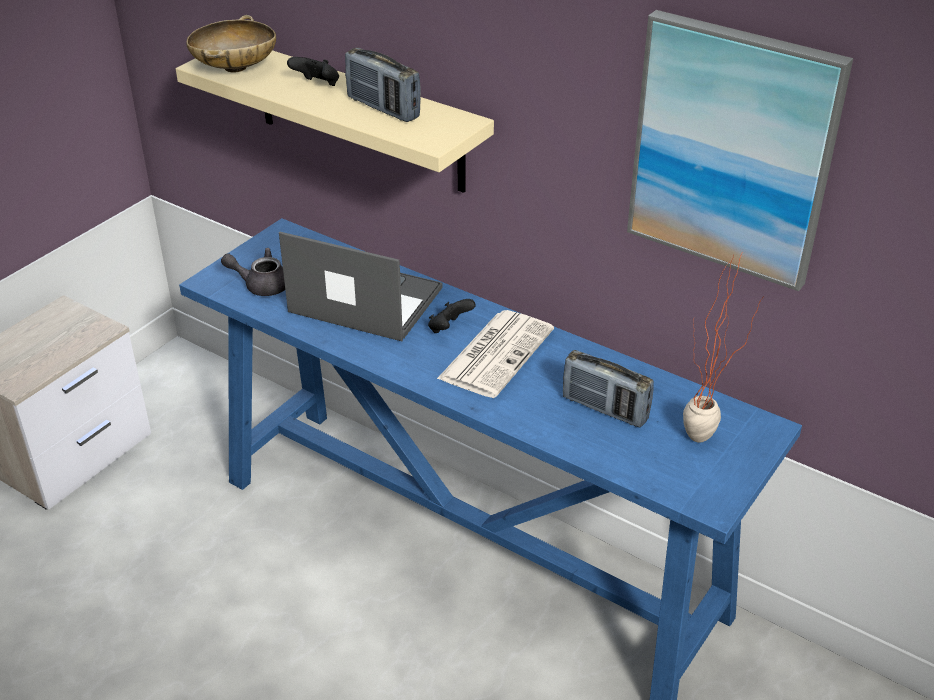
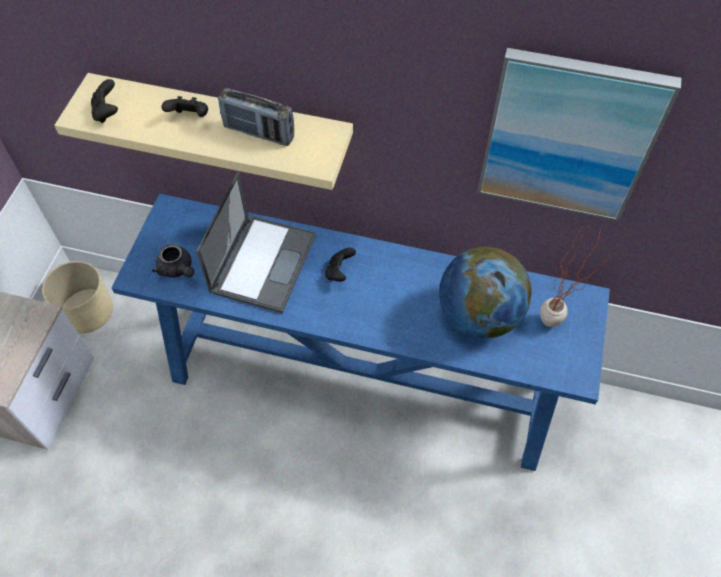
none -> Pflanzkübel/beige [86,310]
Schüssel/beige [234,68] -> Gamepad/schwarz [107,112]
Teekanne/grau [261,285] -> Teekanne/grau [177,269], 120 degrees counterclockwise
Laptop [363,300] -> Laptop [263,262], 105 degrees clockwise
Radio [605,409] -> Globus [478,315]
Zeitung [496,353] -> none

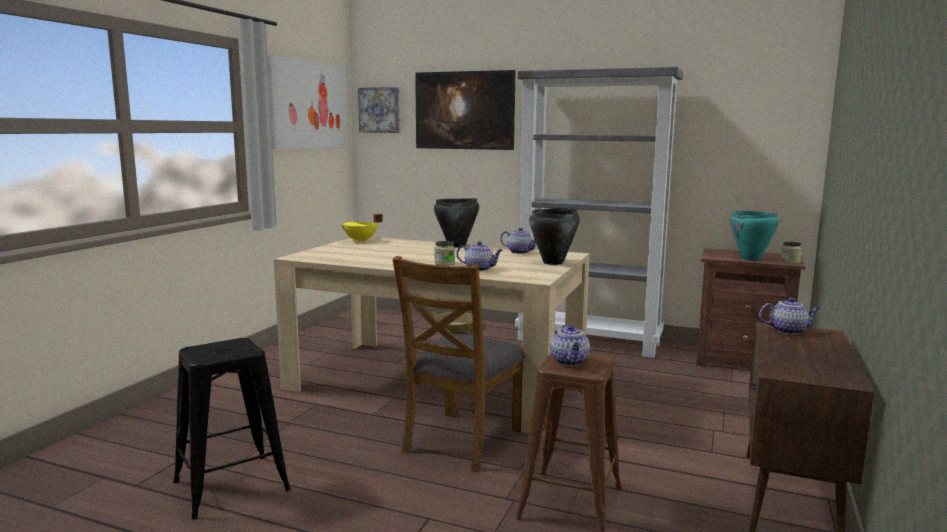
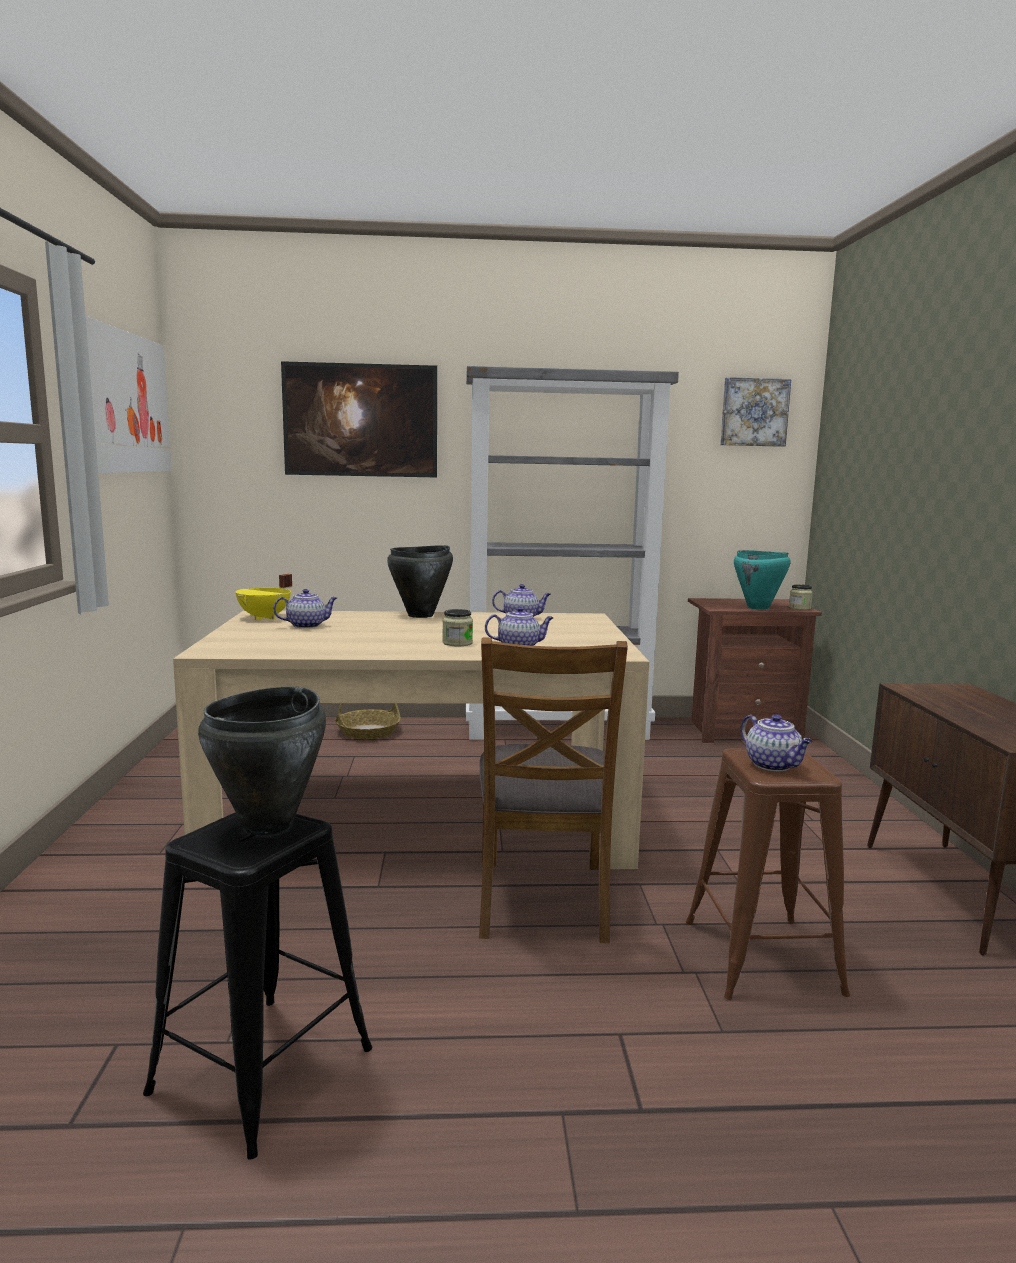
Kochtopf/schwarz [553,263] -> Kochtopf/schwarz [269,825], shifted
Teekanne [788,330] -> Teekanne [307,625], shifted
Bild [380,110] -> Bild [754,412], shifted

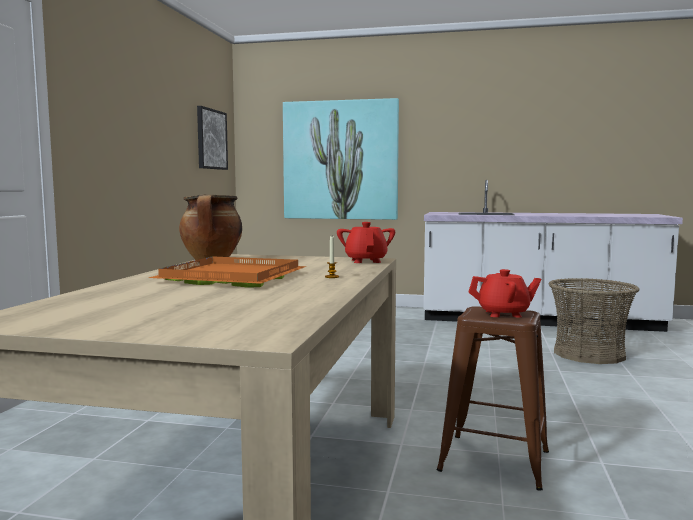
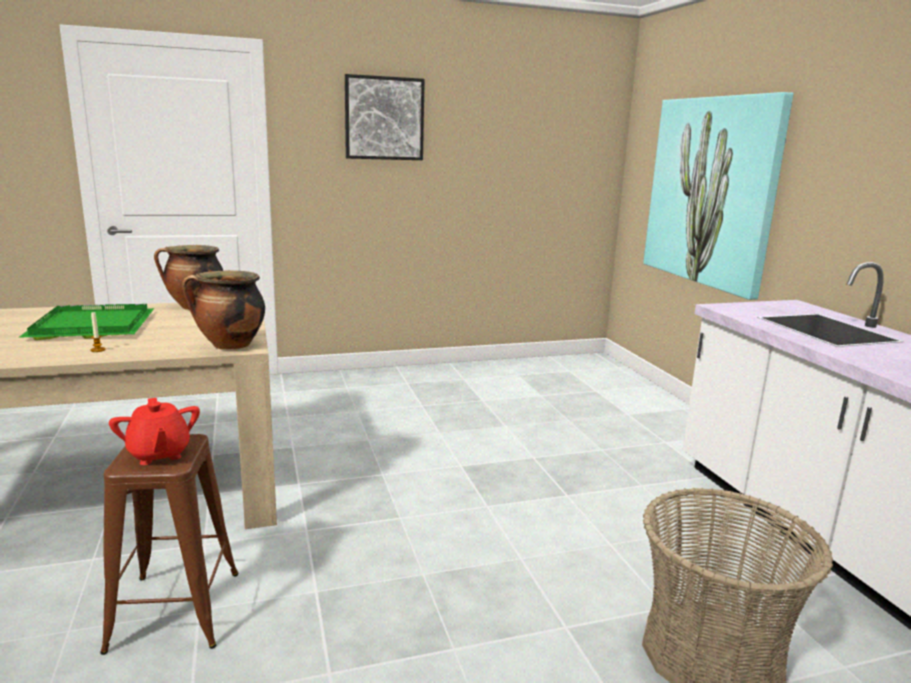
Tablett/orange [233,277] -> Tablett/grün [90,326]
Teekanne/rot [366,261] -> Kochtopf [229,346]
Bild [211,139] -> Bild [384,118], shifted

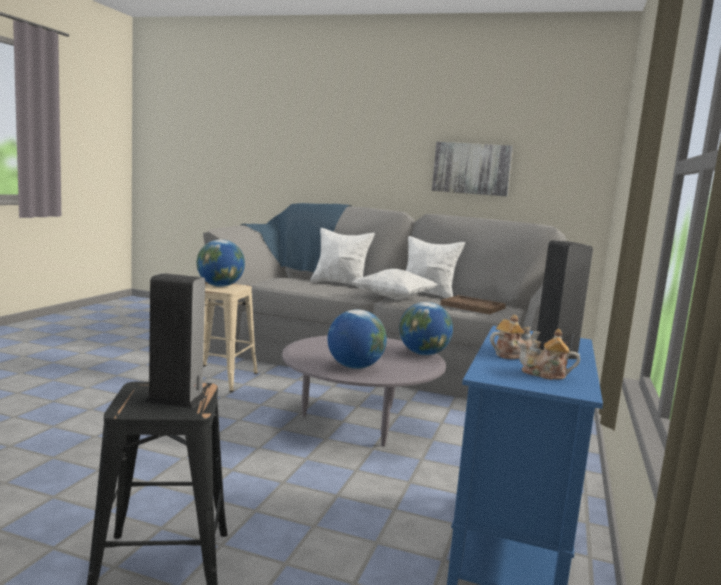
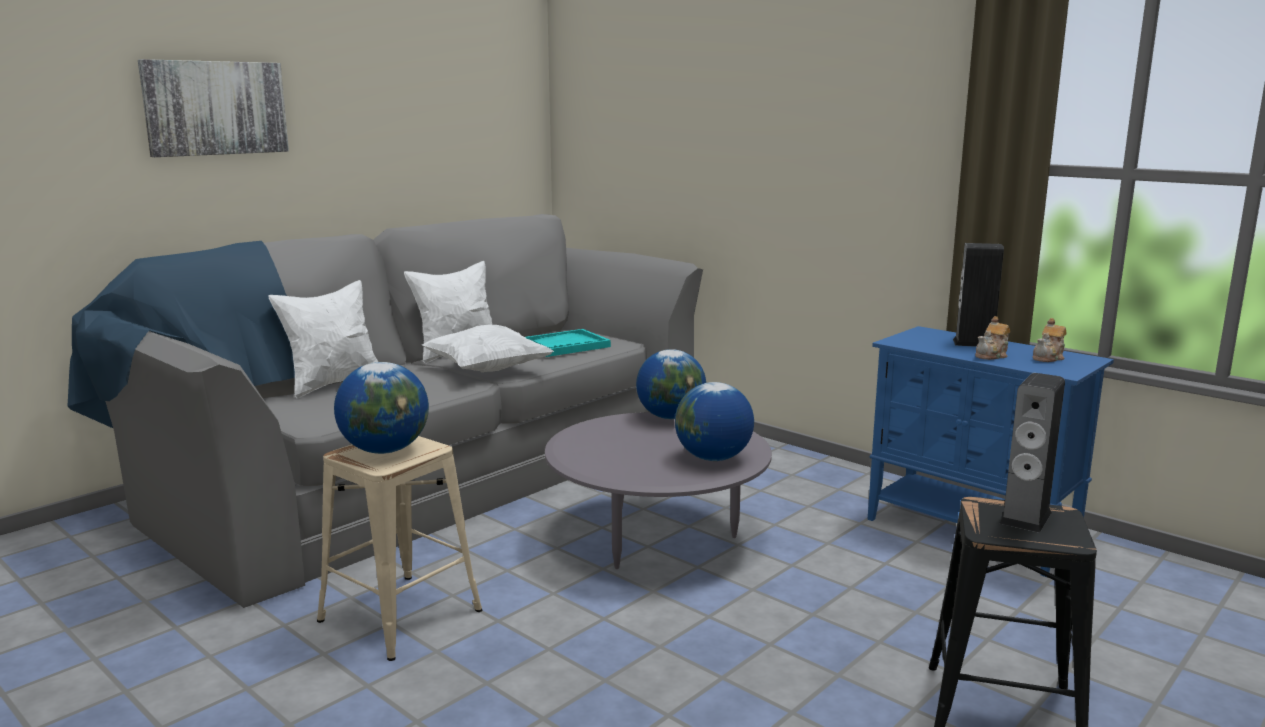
Bild [471,168] -> Bild [215,108], shifted
Tablett/braun [472,306] -> Tablett/türkis [565,345]
Teekanne [512,355] -> Teekanne [992,356], 135 degrees counterclockwise

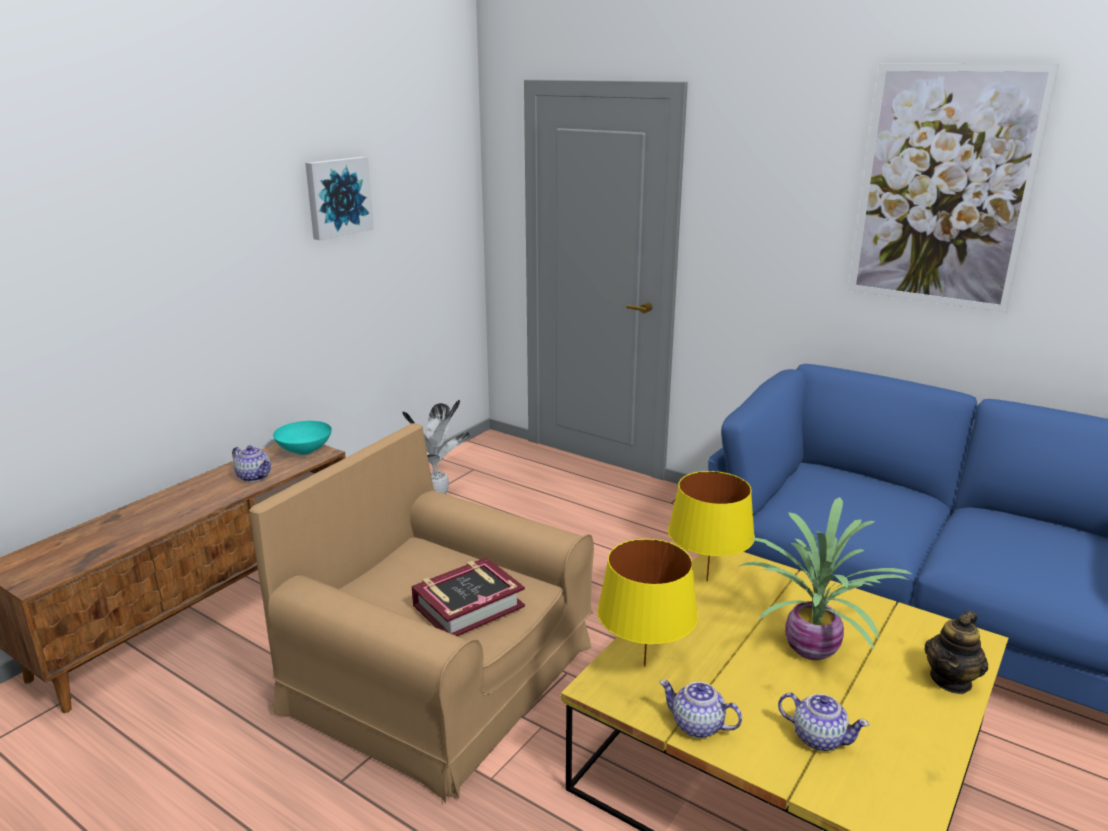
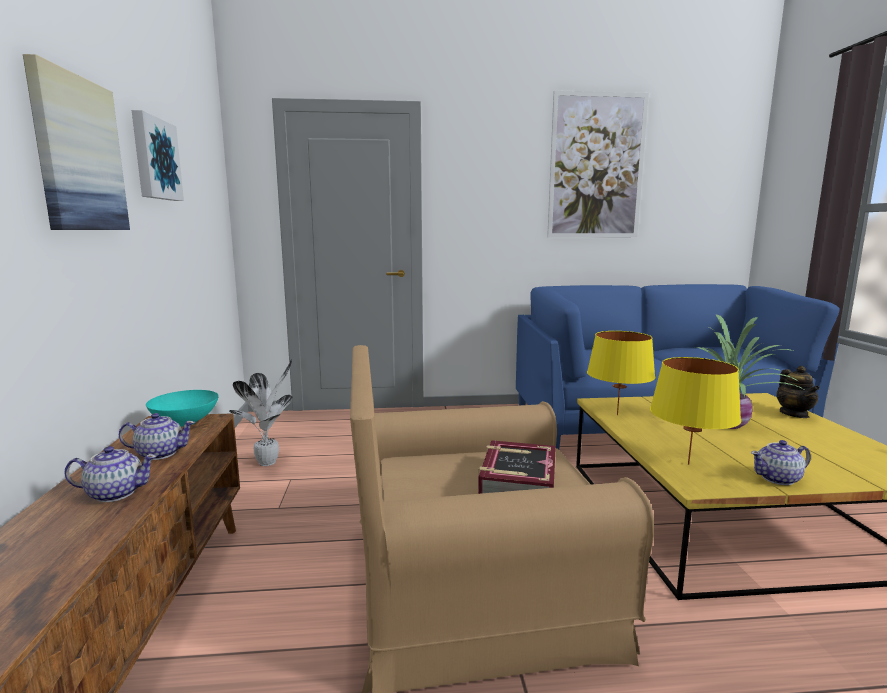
none -> Bild [78,154]
Teekanne [818,737] -> Teekanne [115,493], shifted

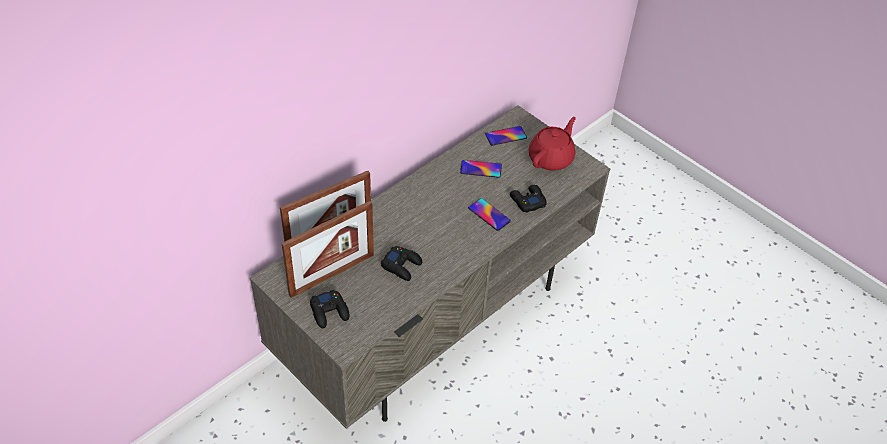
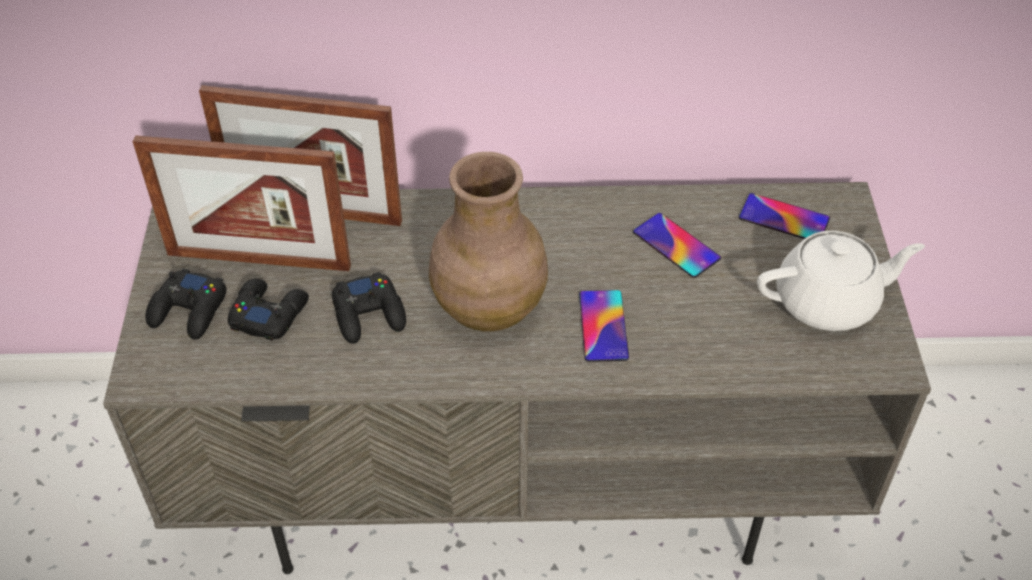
Gamepad/schwarz [527,201] -> Gamepad/schwarz [268,314], shifted
none -> Vase/braun [488,307]
Teekanne/rot [551,158] -> Teekanne/weiß [828,302]

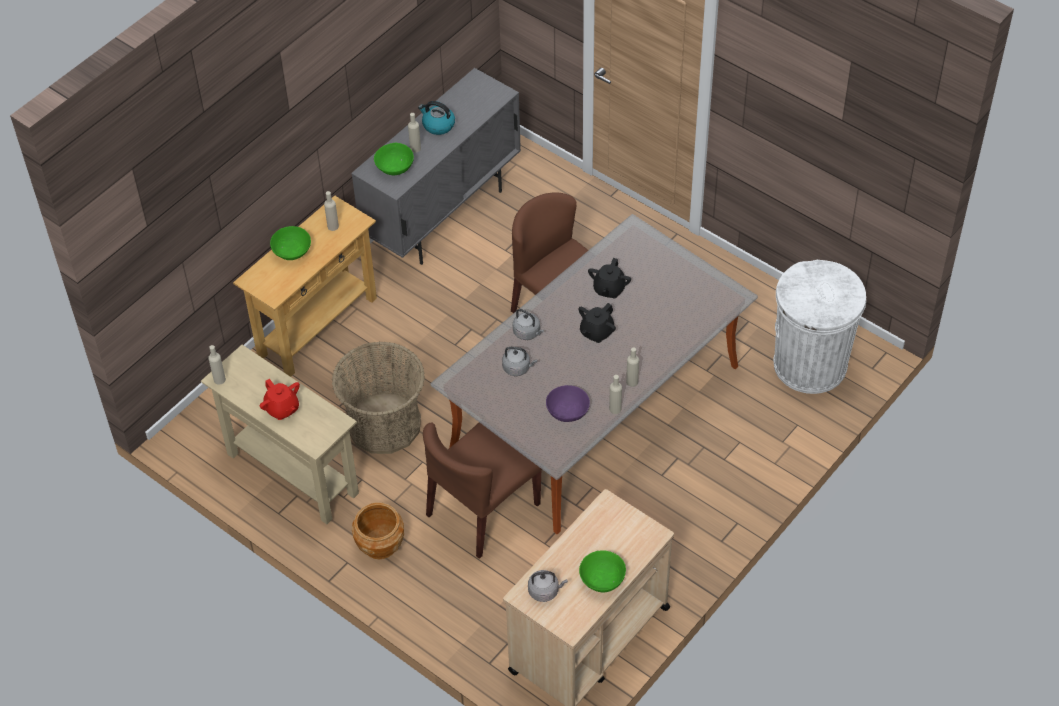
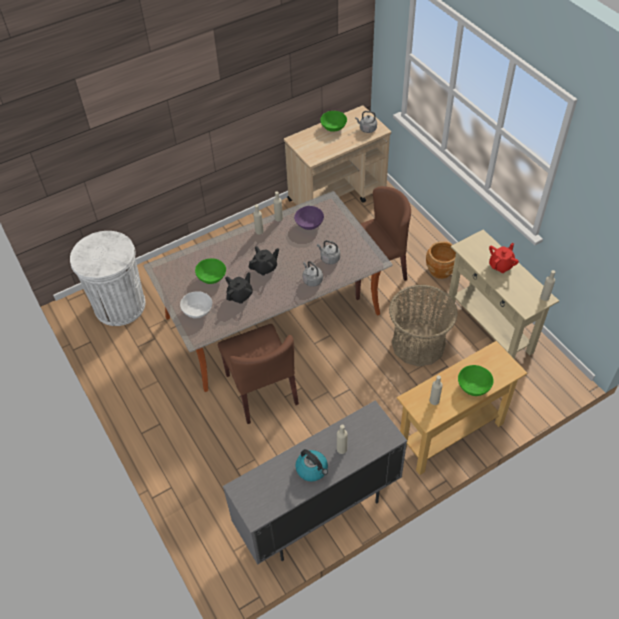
none -> Schüssel/weiß [197,310]
Schüssel/grün [394,167] -> Schüssel/grün [211,277], shifted
Teekanne/rot [282,409] -> Teekanne/rot [501,265], 60 degrees clockwise

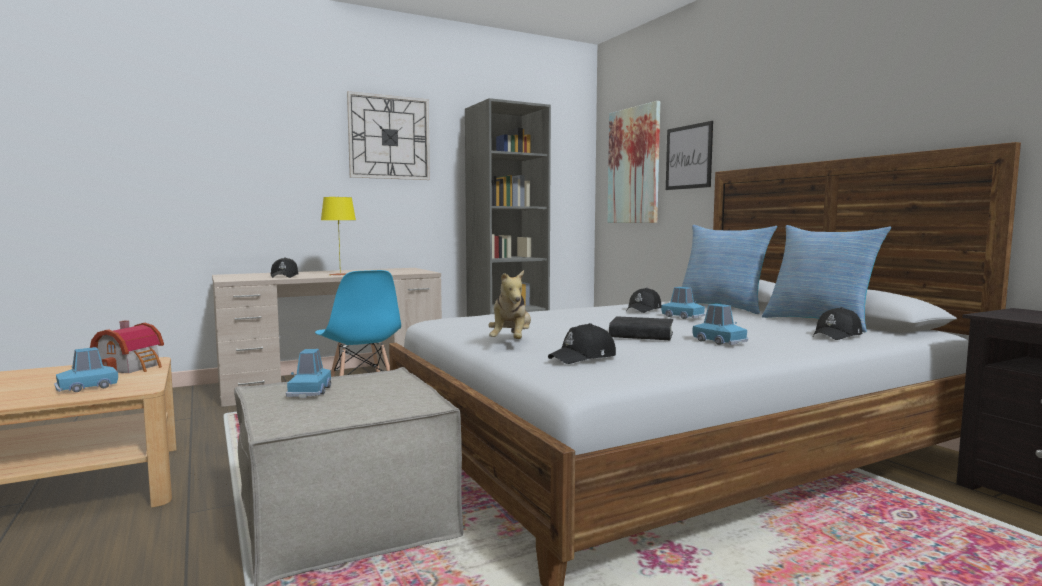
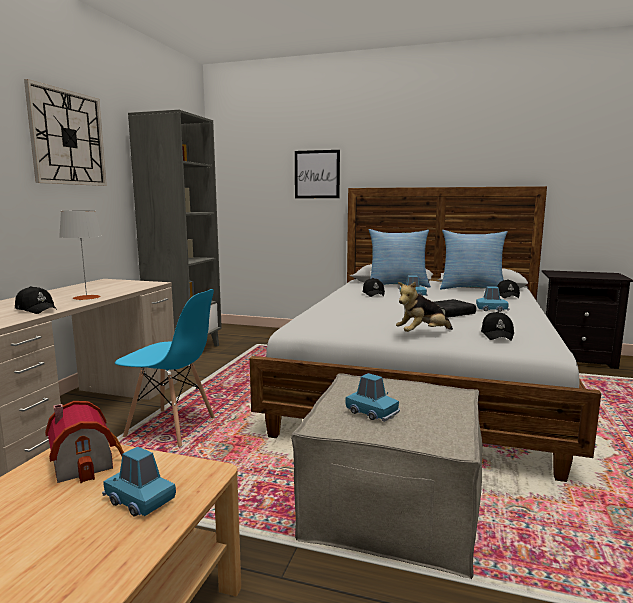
Tischlampe/gelb [340,274] -> Tischlampe/grau [86,297]
Spielzeugauto/blau [87,387] -> Spielzeugauto/blau [139,499], 120 degrees clockwise
Plüschtier [511,342] -> Plüschtier [422,334], 105 degrees clockwise
Bild [634,165] -> none

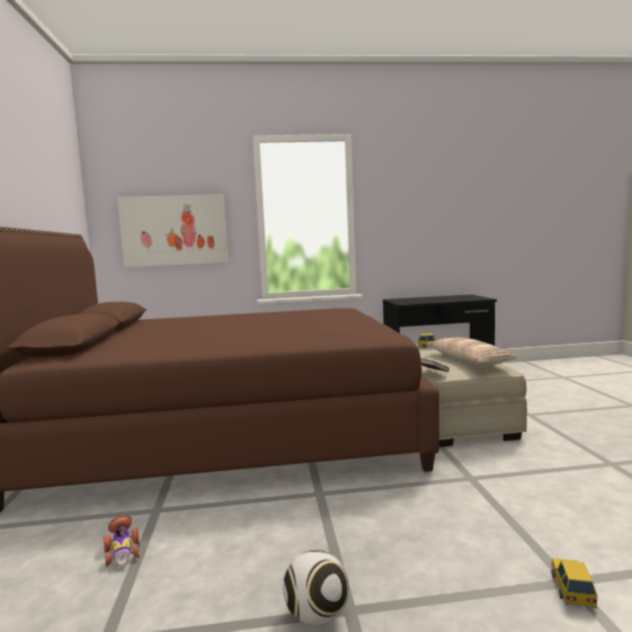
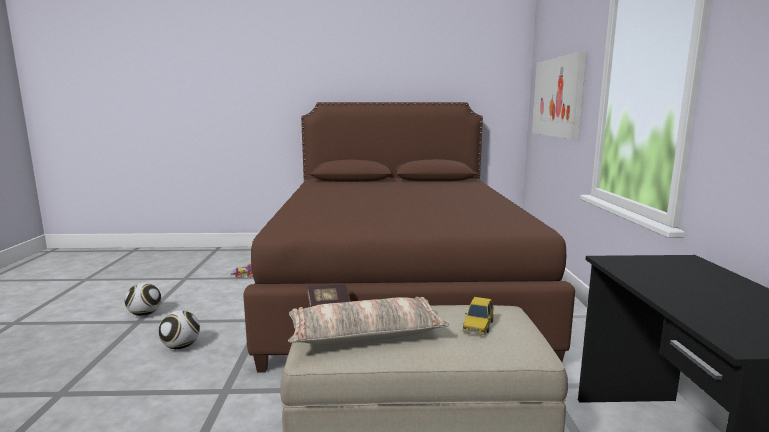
none -> Fußball [181,346]
Spielzeugauto [572,588] -> none

